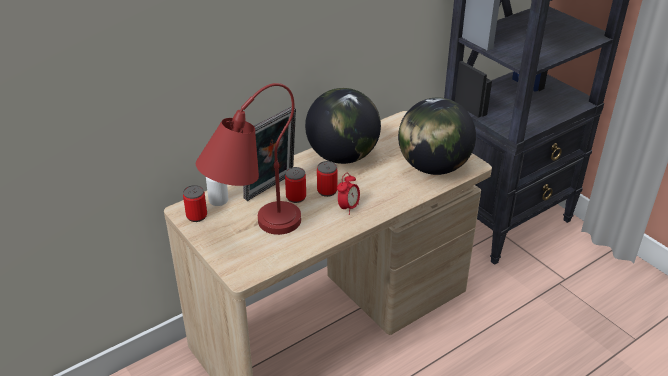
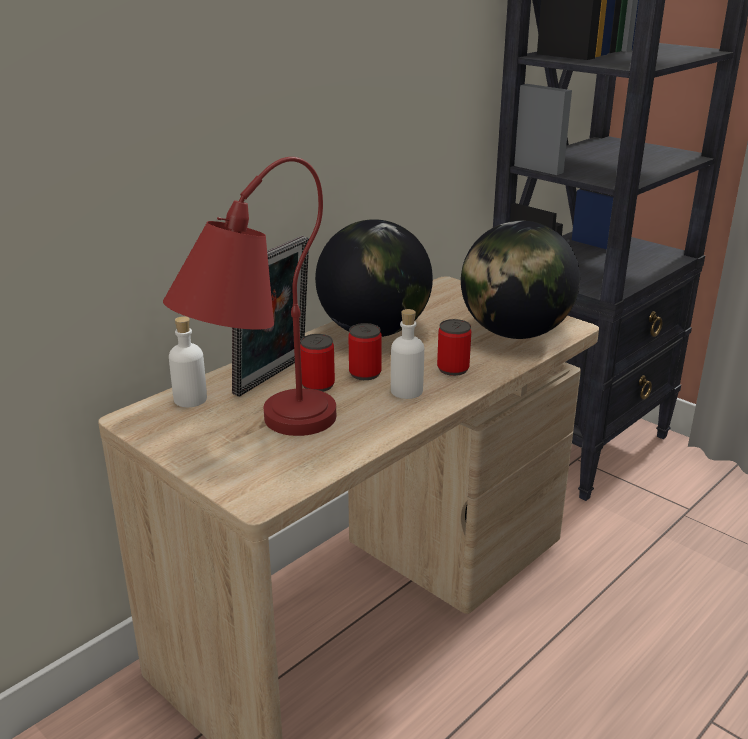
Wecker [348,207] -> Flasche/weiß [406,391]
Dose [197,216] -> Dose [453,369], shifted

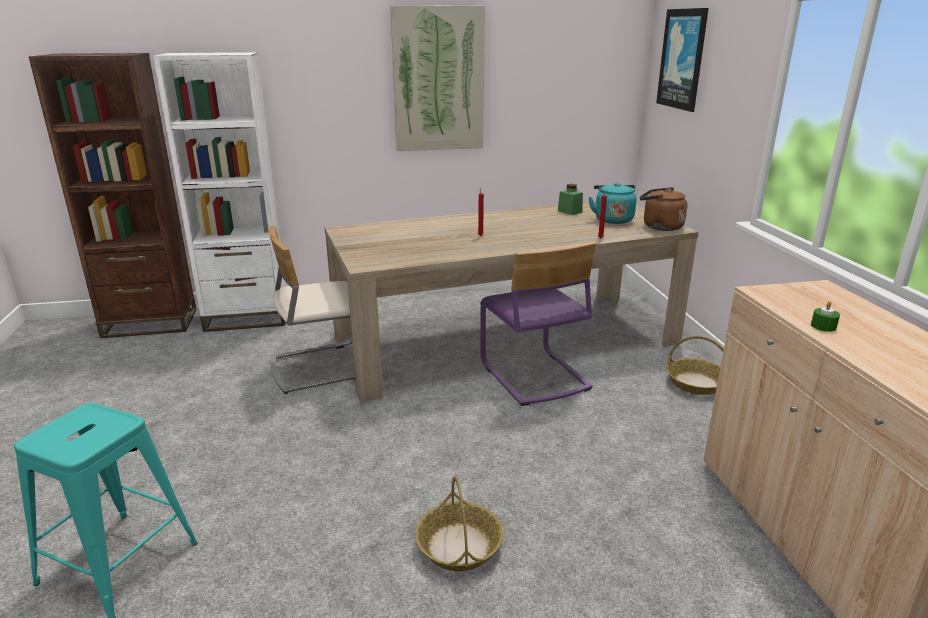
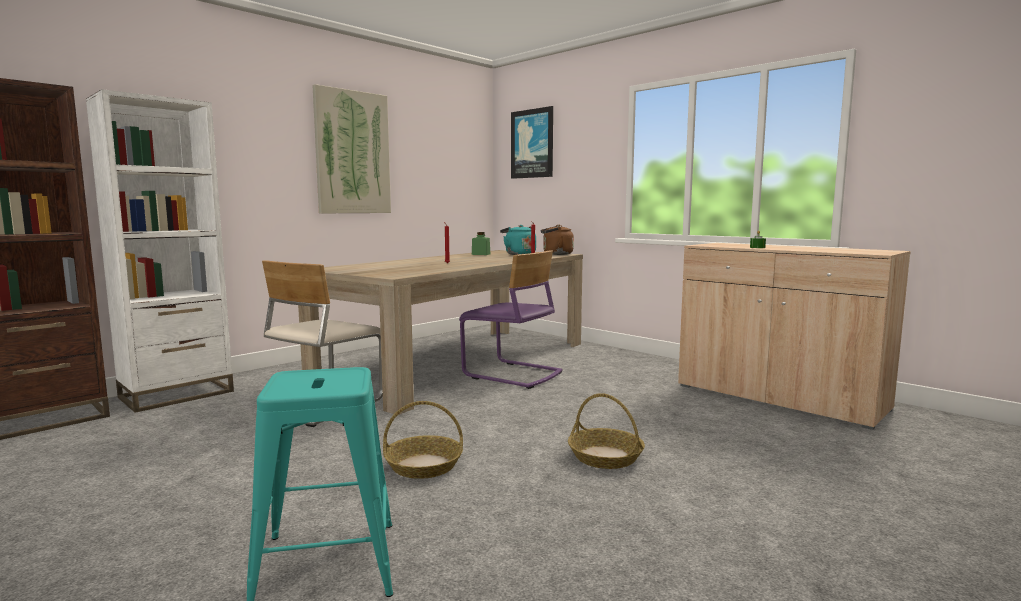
Korb [696,383] -> Korb [424,465], shifted

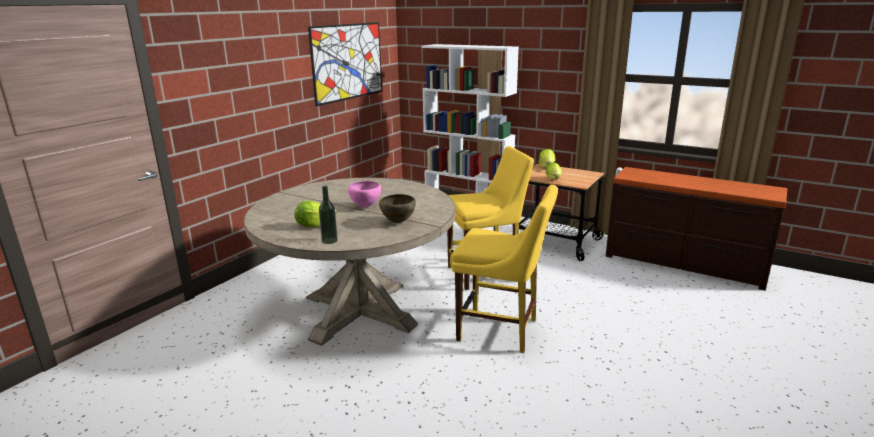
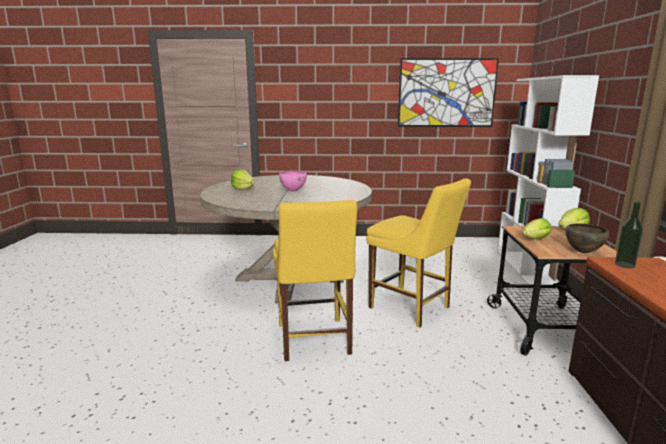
Schüssel/braun [397,222] -> Schüssel/braun [582,252], shifted
Flasche [329,240] -> Flasche [624,265], shifted

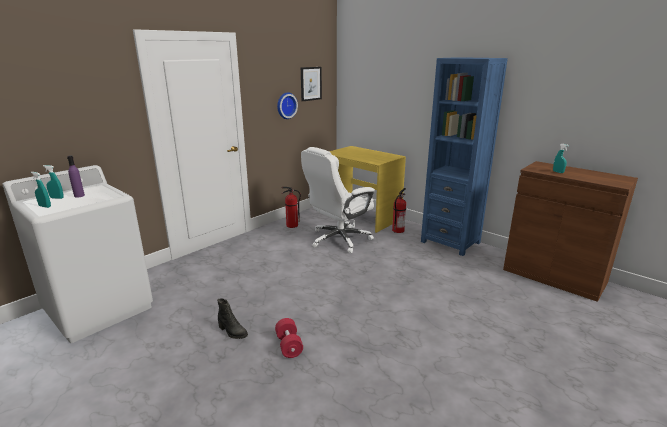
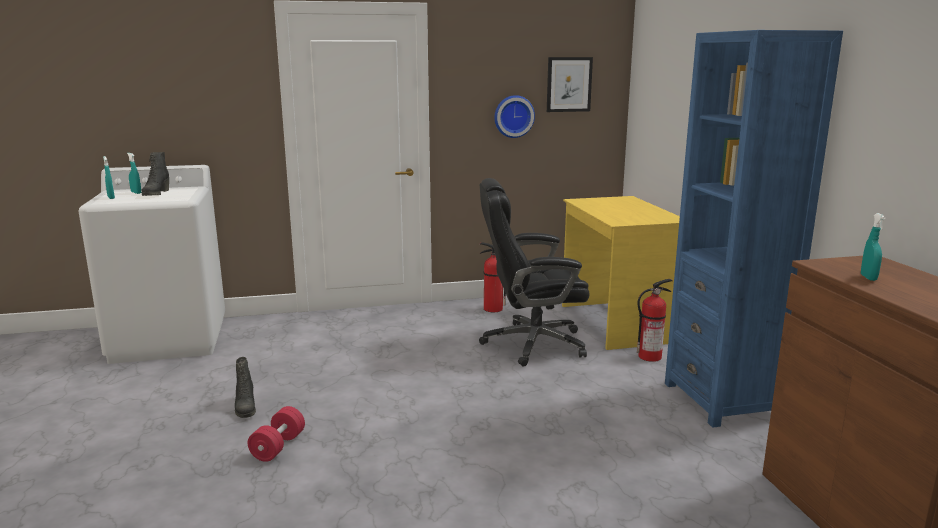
Flasche/lila [79,196] -> Stiefel/schwarz [156,194]
Bürostuhl/weiß [338,239] -> Bürostuhl/schwarz [531,344]

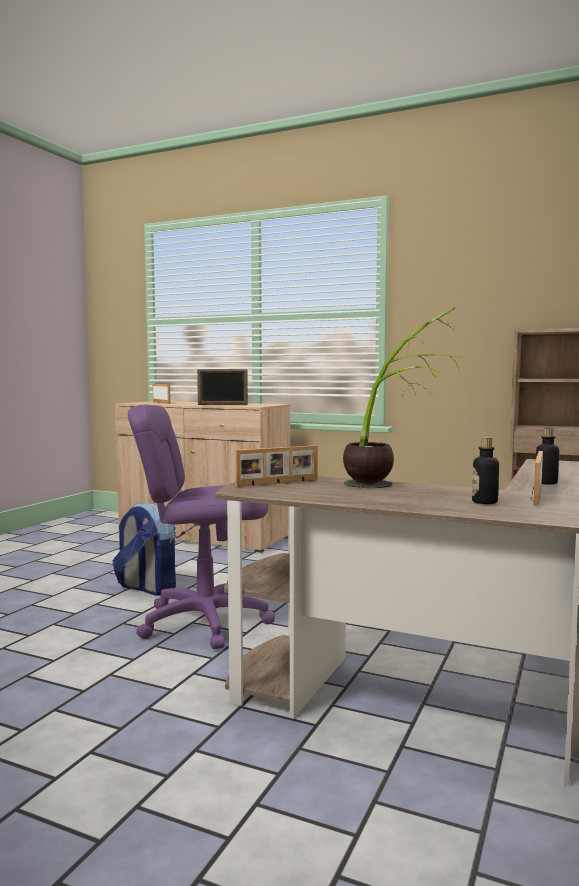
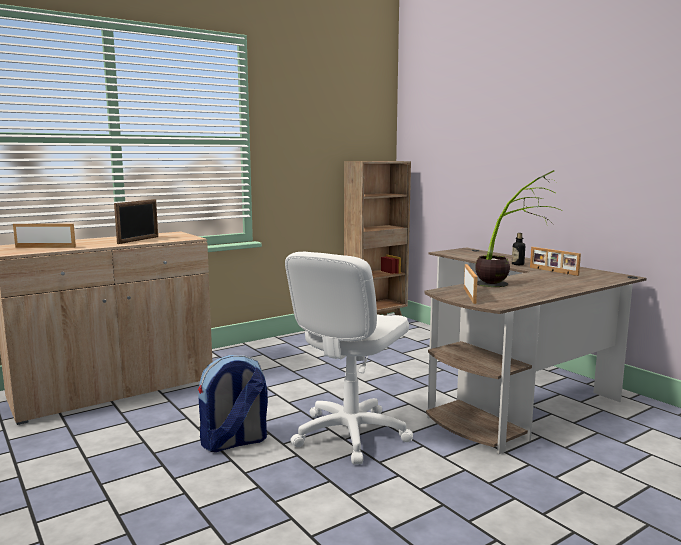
Bürostuhl/lila [205,622] -> Bürostuhl/weiß [350,434]
Flasche [484,502] -> none

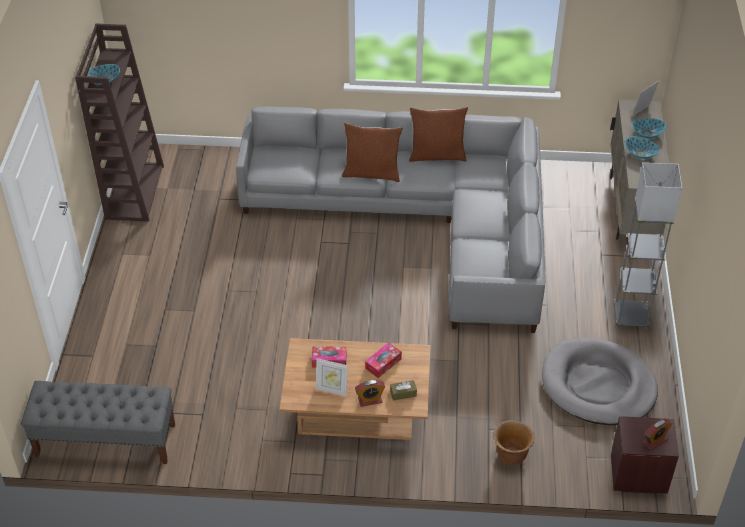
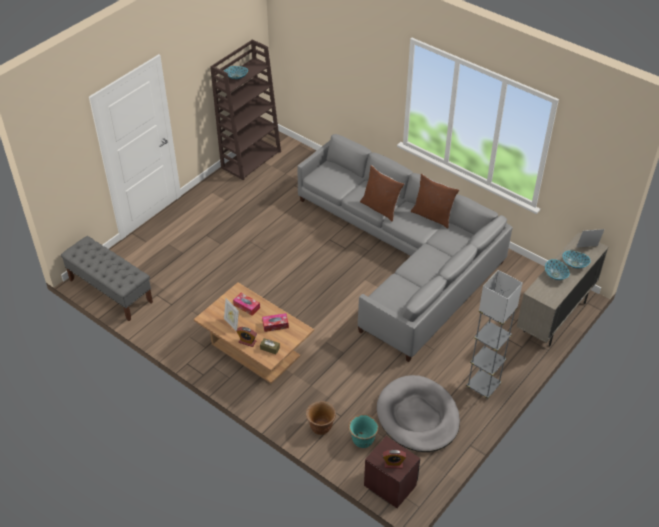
none -> Pflanzkübel/türkis [362,440]

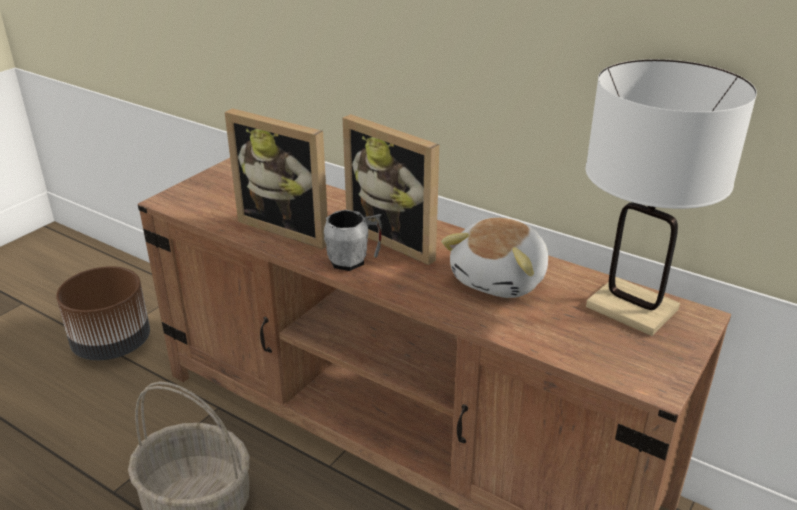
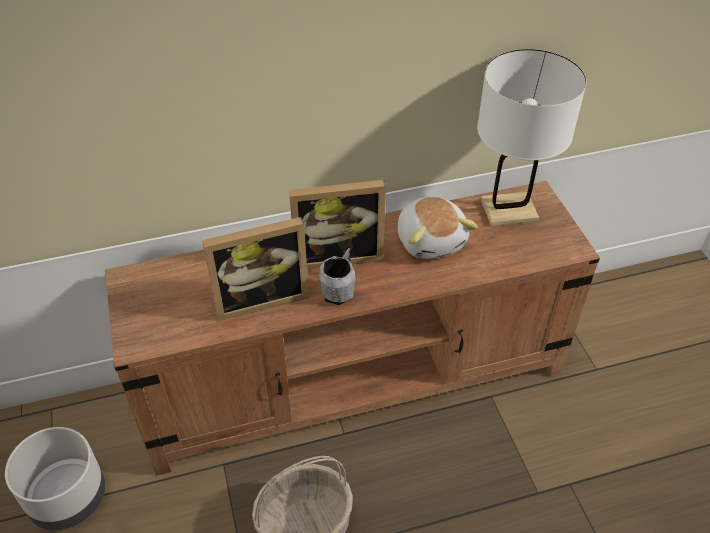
Pflanzkübel/braun [113,344] -> Pflanzkübel/grau [68,497]

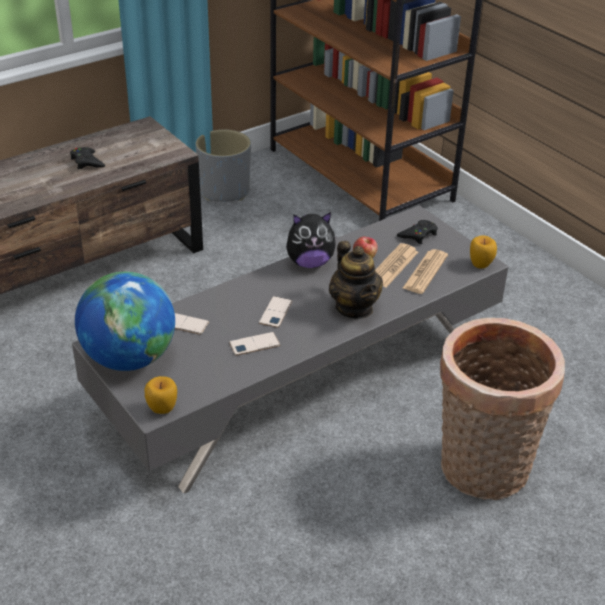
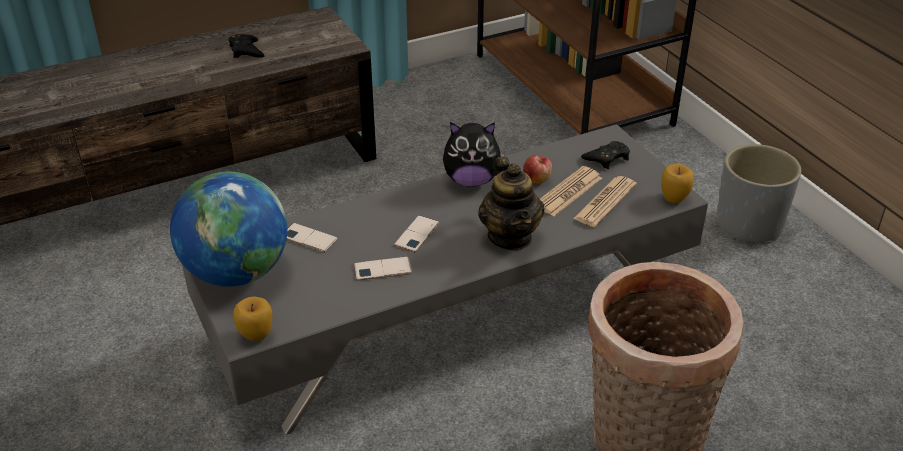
Pflanzkübel/grau [225,191] -> Pflanzkübel/grau [749,224], shifted

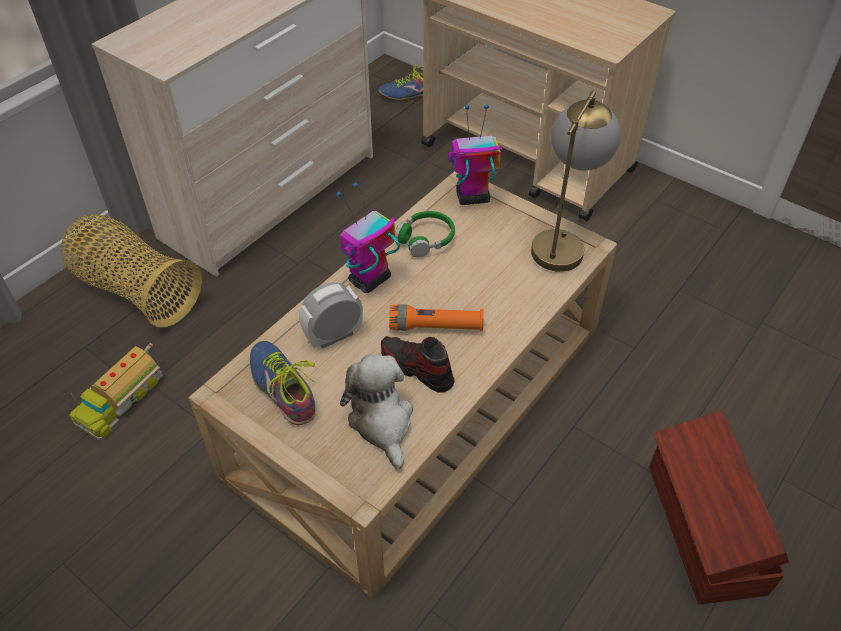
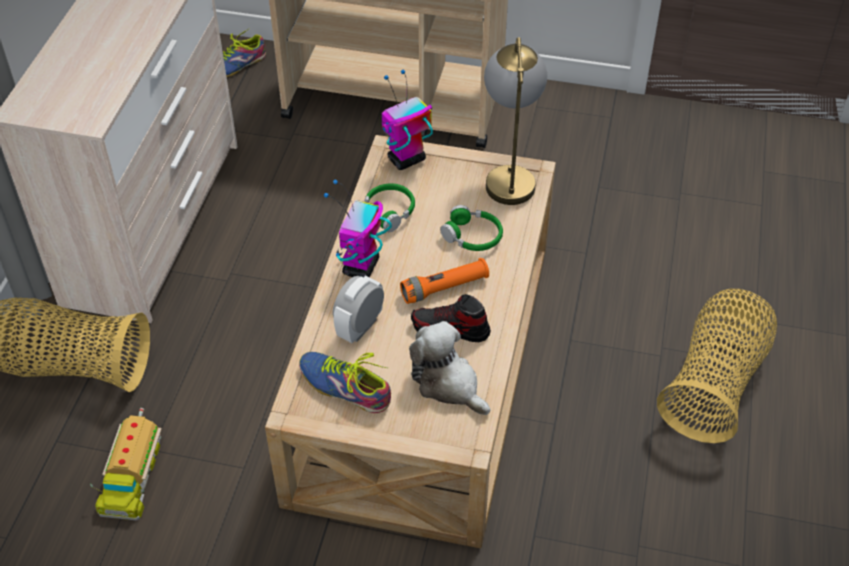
none -> Kopfhörer/grün [472,236]
Aufbewahrungsbox/braun [703,529] -> Korb [714,384]

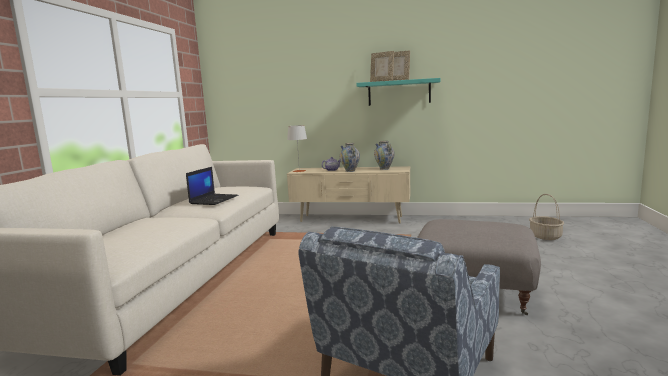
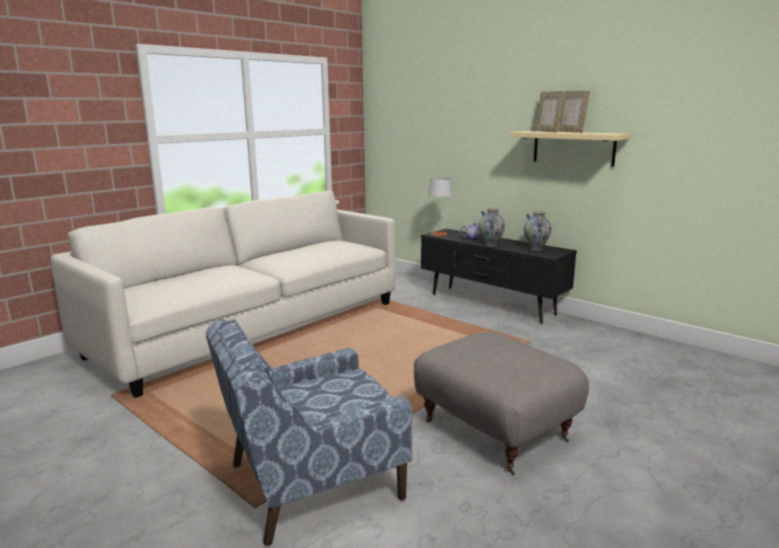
Fernsehschrank/beige [351,219] -> Fernsehschrank/schwarz [491,304]
Wandregal/türkis [399,92] -> Wandregal/beige [573,148]
Laptop [214,199] -> none
Korb [545,236] -> none

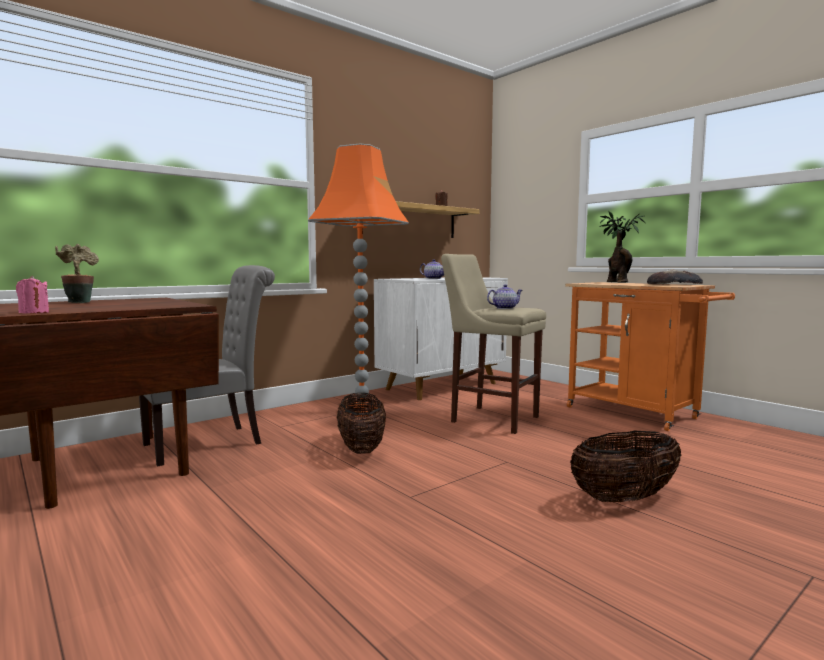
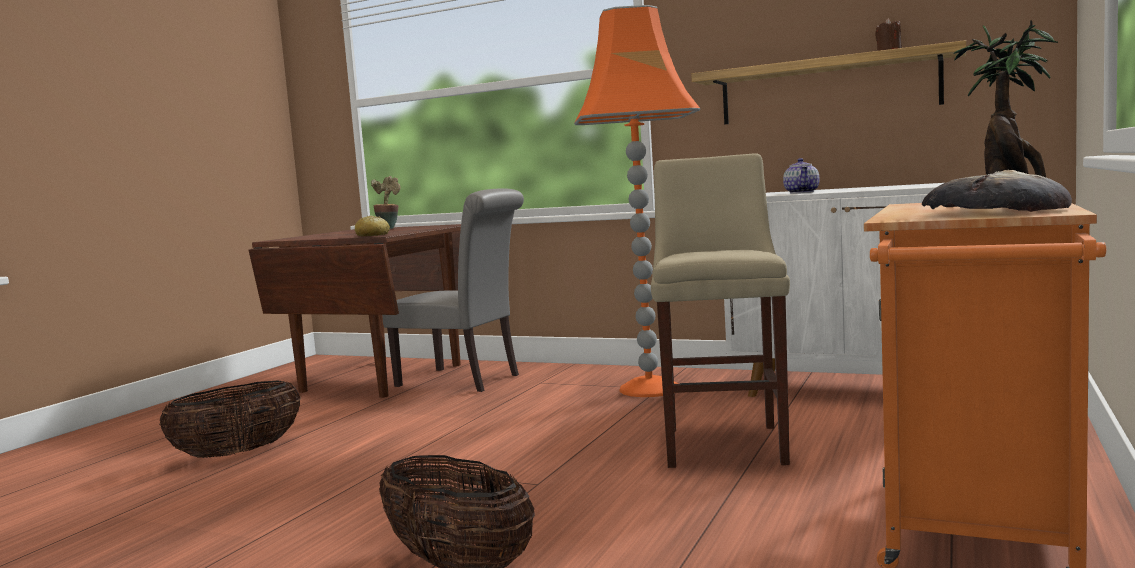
Korb [361,448] -> Korb [238,453], shifted
none -> Brot [372,235]
Kerze/rosa [34,312] -> none
Teekanne [504,308] -> none

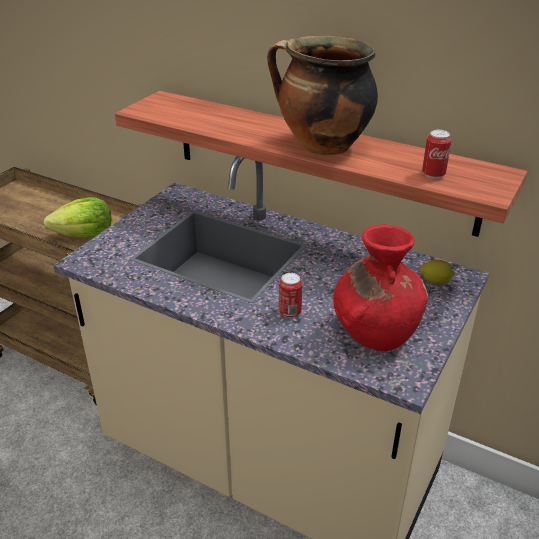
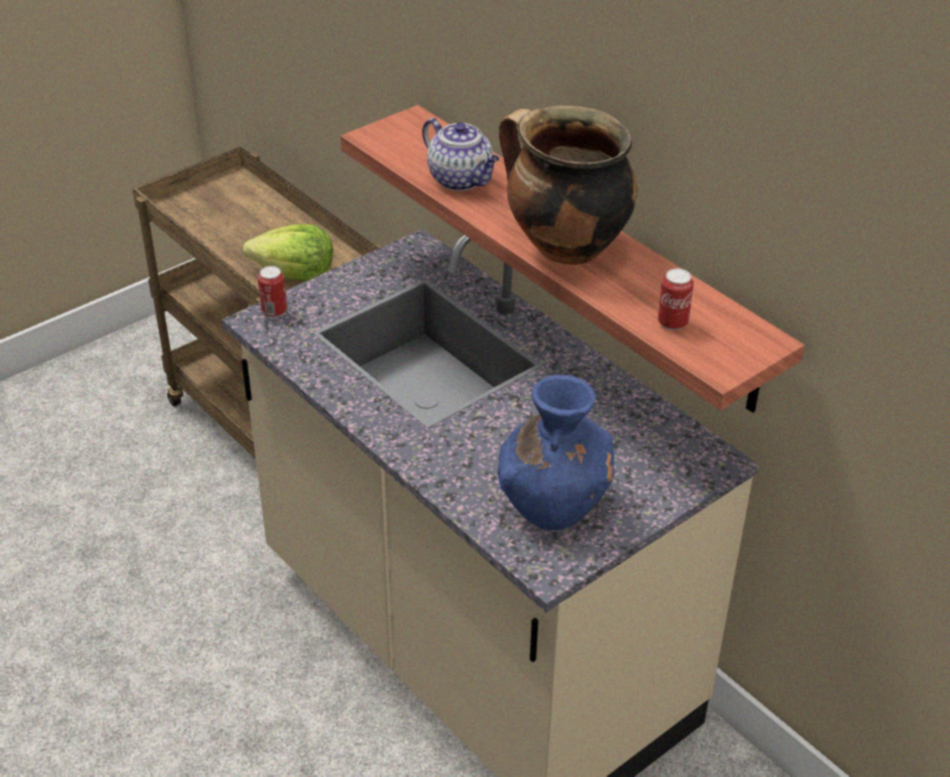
Dose [290,312] -> Dose [274,311], shifted
none -> Teekanne [461,180]
Vase/rot [375,330] -> Vase/blau [554,501]
Zitrone [435,282] -> none

